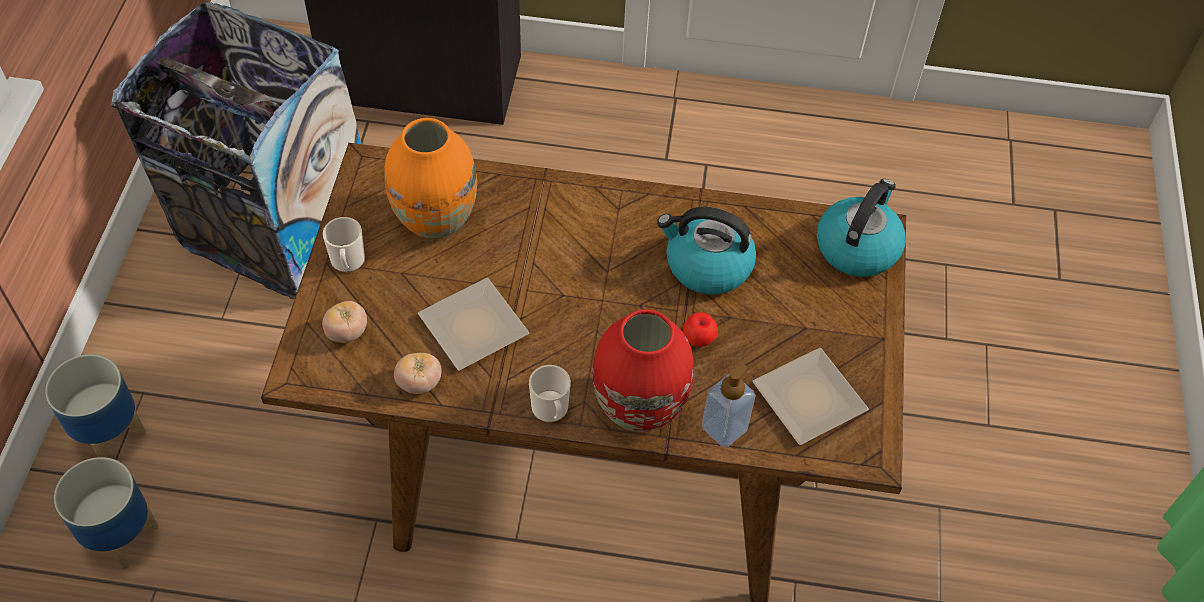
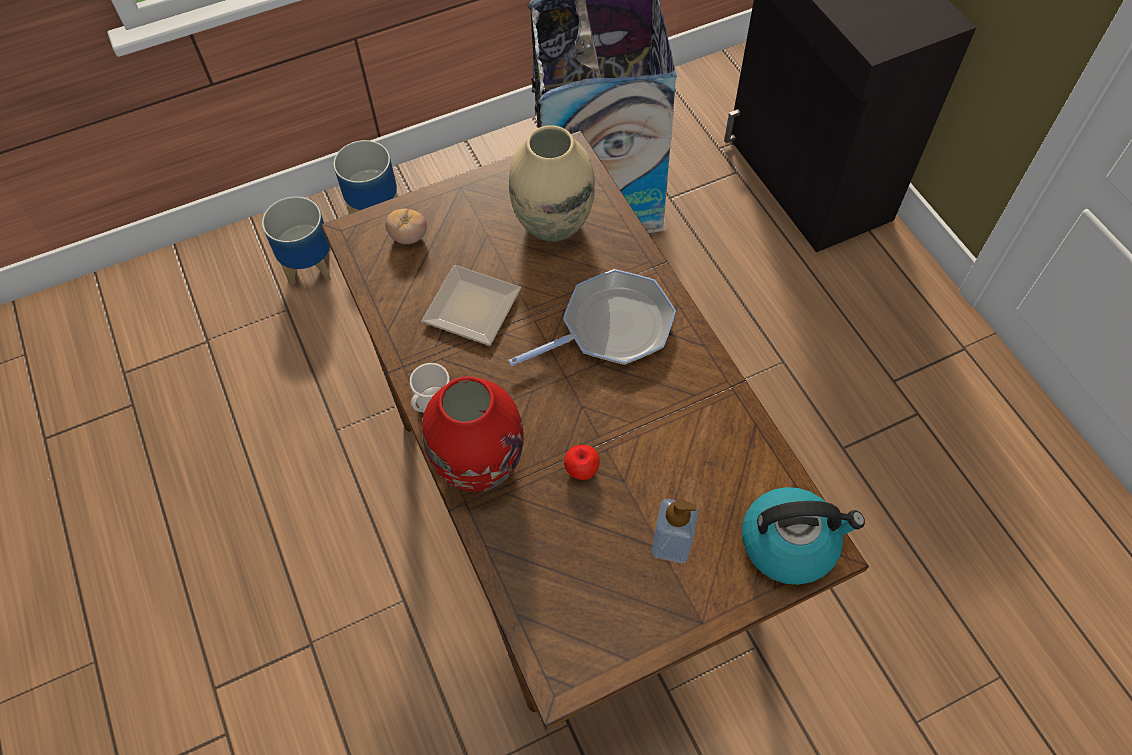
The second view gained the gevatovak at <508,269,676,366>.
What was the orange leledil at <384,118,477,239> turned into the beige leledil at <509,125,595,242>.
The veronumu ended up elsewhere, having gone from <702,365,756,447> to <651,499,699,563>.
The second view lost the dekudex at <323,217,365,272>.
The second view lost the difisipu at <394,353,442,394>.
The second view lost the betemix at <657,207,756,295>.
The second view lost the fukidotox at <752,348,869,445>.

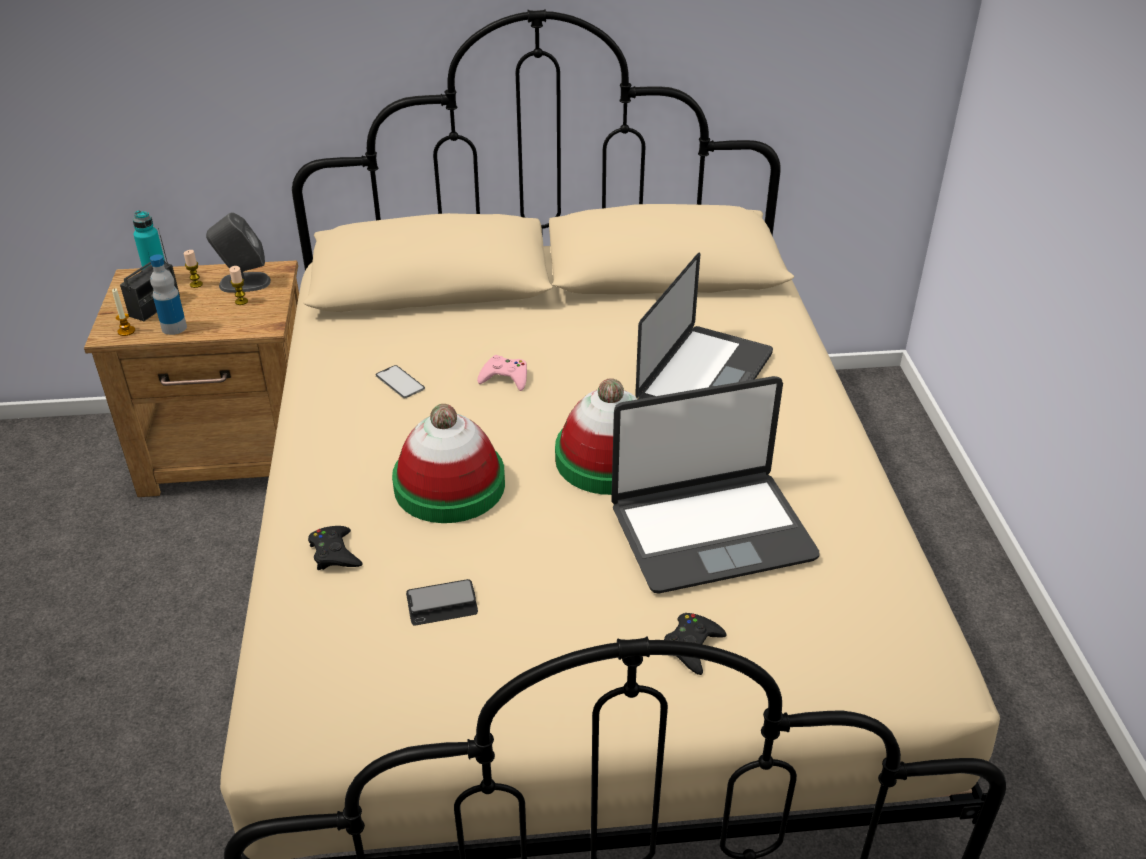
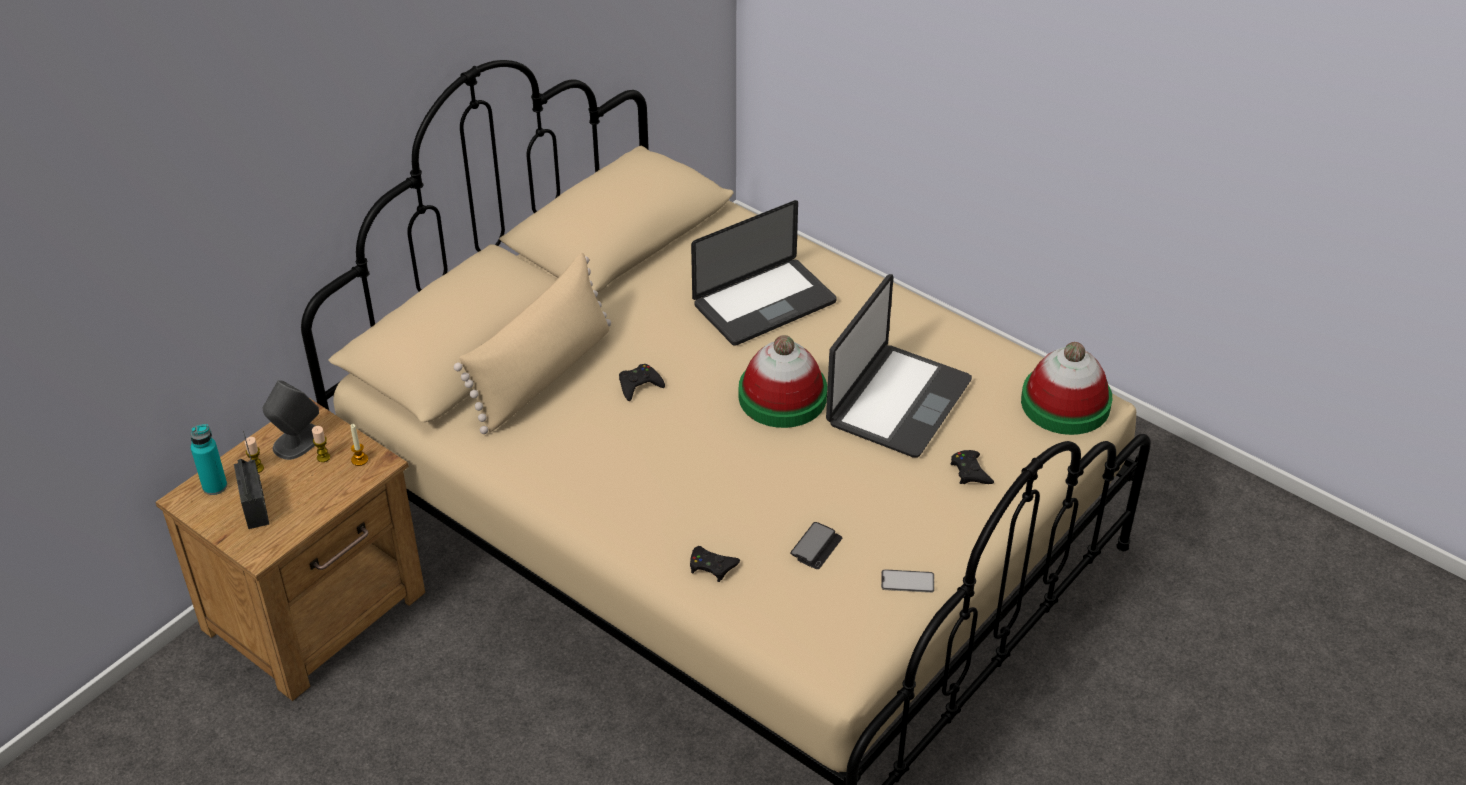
The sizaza ended up elsewhere, having gone from <112,288,135,336> to <350,424,368,466>.
The second view gained the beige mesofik at <454,253,611,434>.
What was the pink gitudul at <477,355,527,391> turned into the black gitudul at <619,364,665,401>.
The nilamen at <635,252,773,399> ended up facing another way, 75 degrees clockwise from before.
The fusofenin ended up elsewhere, having gone from <376,365,425,398> to <881,569,934,593>.
The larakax ended up elsewhere, having gone from <392,404,505,523> to <1021,342,1112,435>.
The second view lost the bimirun at <150,254,187,335>.

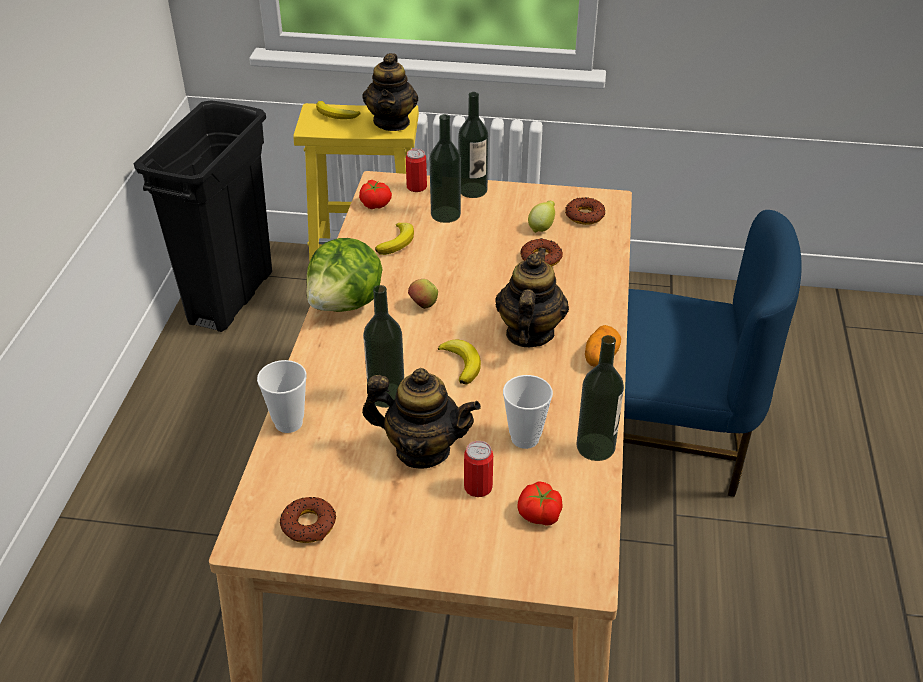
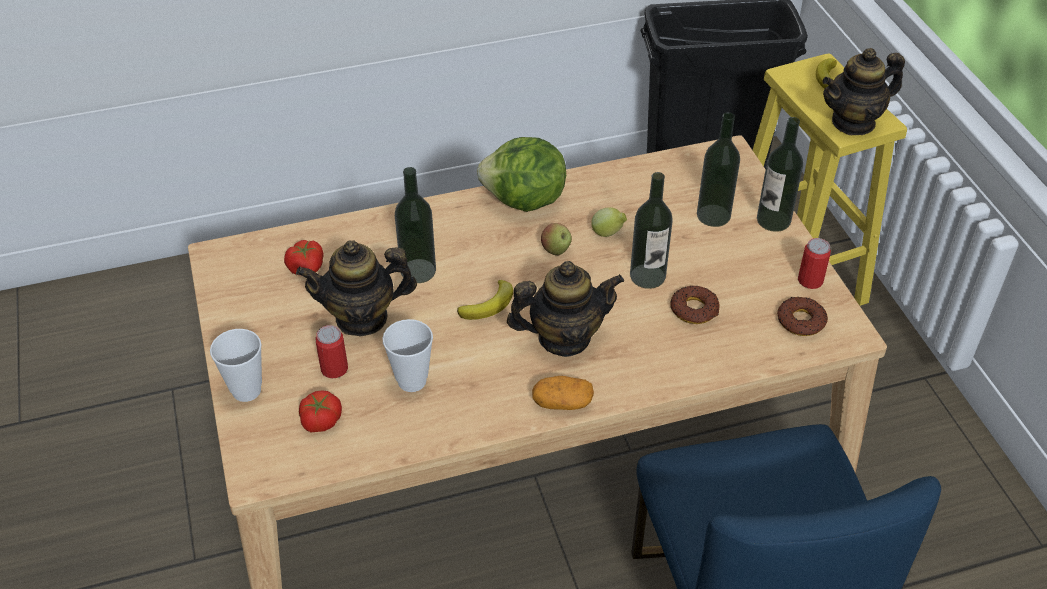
The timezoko ended up elsewhere, having gone from <257,360,307,433> to <210,329,262,402>.
The difisipu ended up elsewhere, having gone from <359,180,392,209> to <284,240,324,274>.
The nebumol at <362,368,481,469> ended up facing another way, 90 degrees clockwise from before.
The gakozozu ended up elsewhere, having gone from <528,201,555,233> to <591,207,627,237>.
The bimirun ended up elsewhere, having gone from <576,335,624,461> to <630,172,673,289>.
The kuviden ended up elsewhere, having gone from <406,149,427,192> to <798,238,831,289>.
The second view lost the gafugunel at <280,497,336,543>.
The second view lost the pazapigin at <375,223,414,255>.

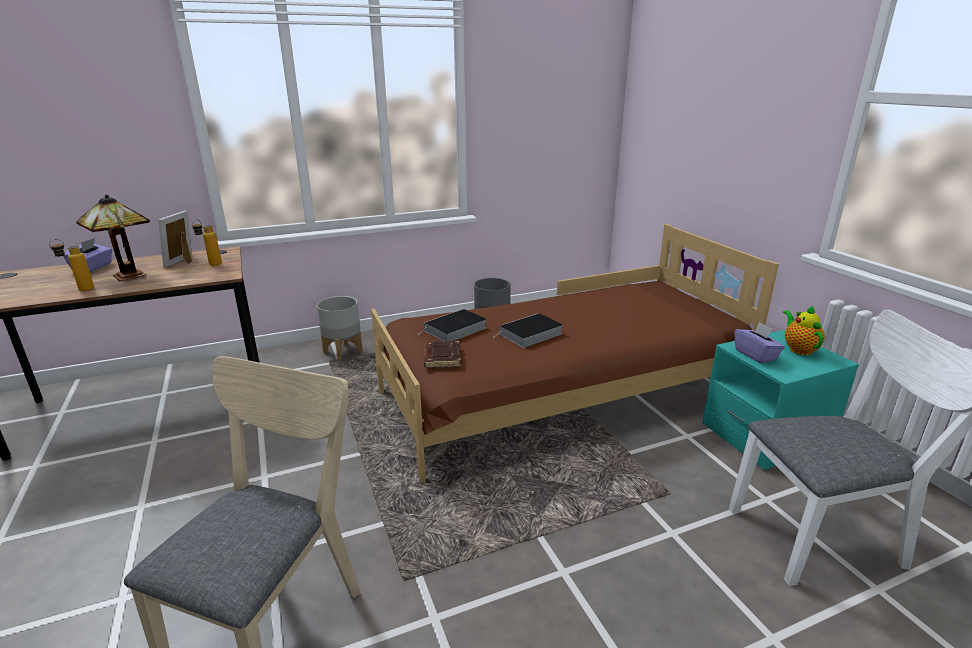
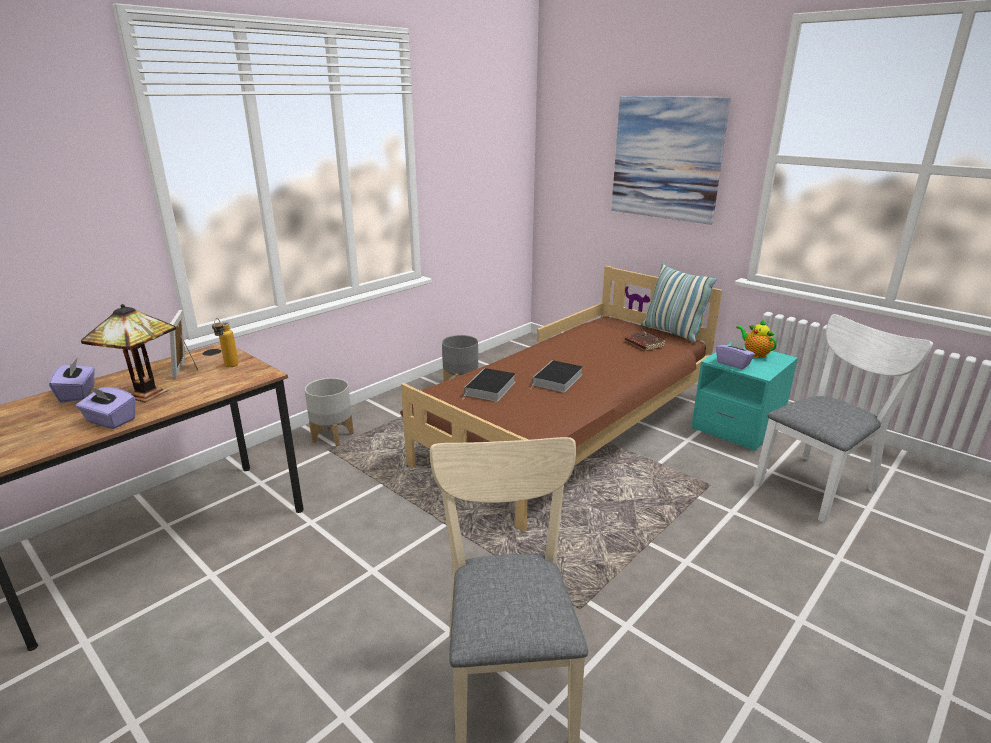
Where the bimirun stood at <49,239,94,291>, the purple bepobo came to stand at <76,386,136,429>.
The second view gained the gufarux at <611,96,731,225>.
The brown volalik ended up elsewhere, having gone from <424,341,462,368> to <625,331,666,351>.
The second view gained the mesofik at <641,264,717,343>.

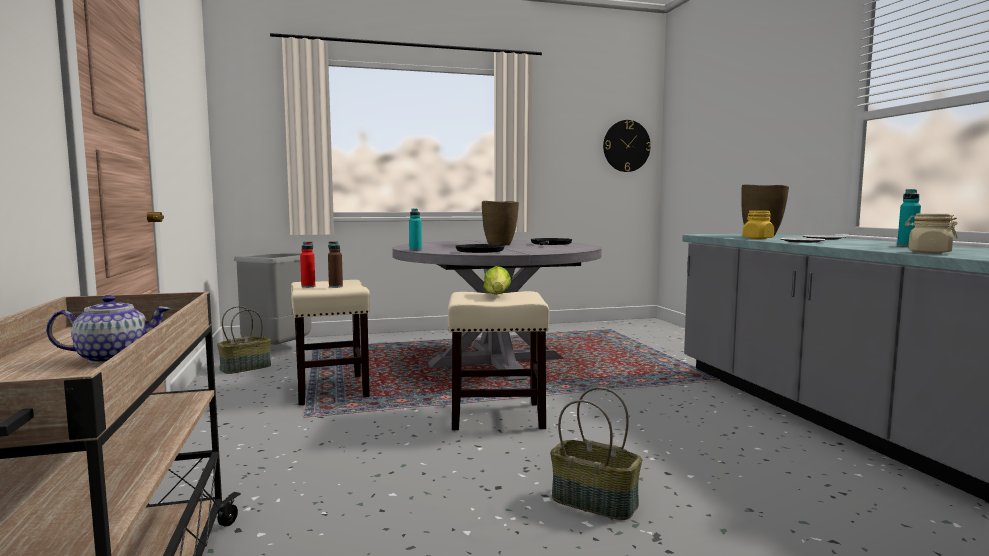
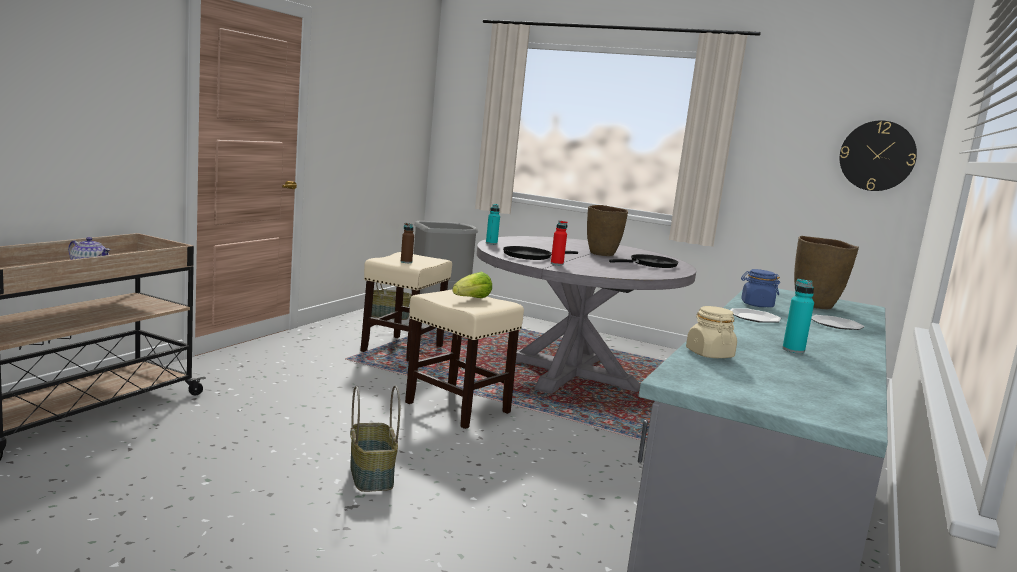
The red bimirun ended up elsewhere, having gone from <300,241,315,288> to <551,221,567,266>.
What was the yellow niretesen at <742,211,774,239> turned into the blue niretesen at <741,269,780,307>.

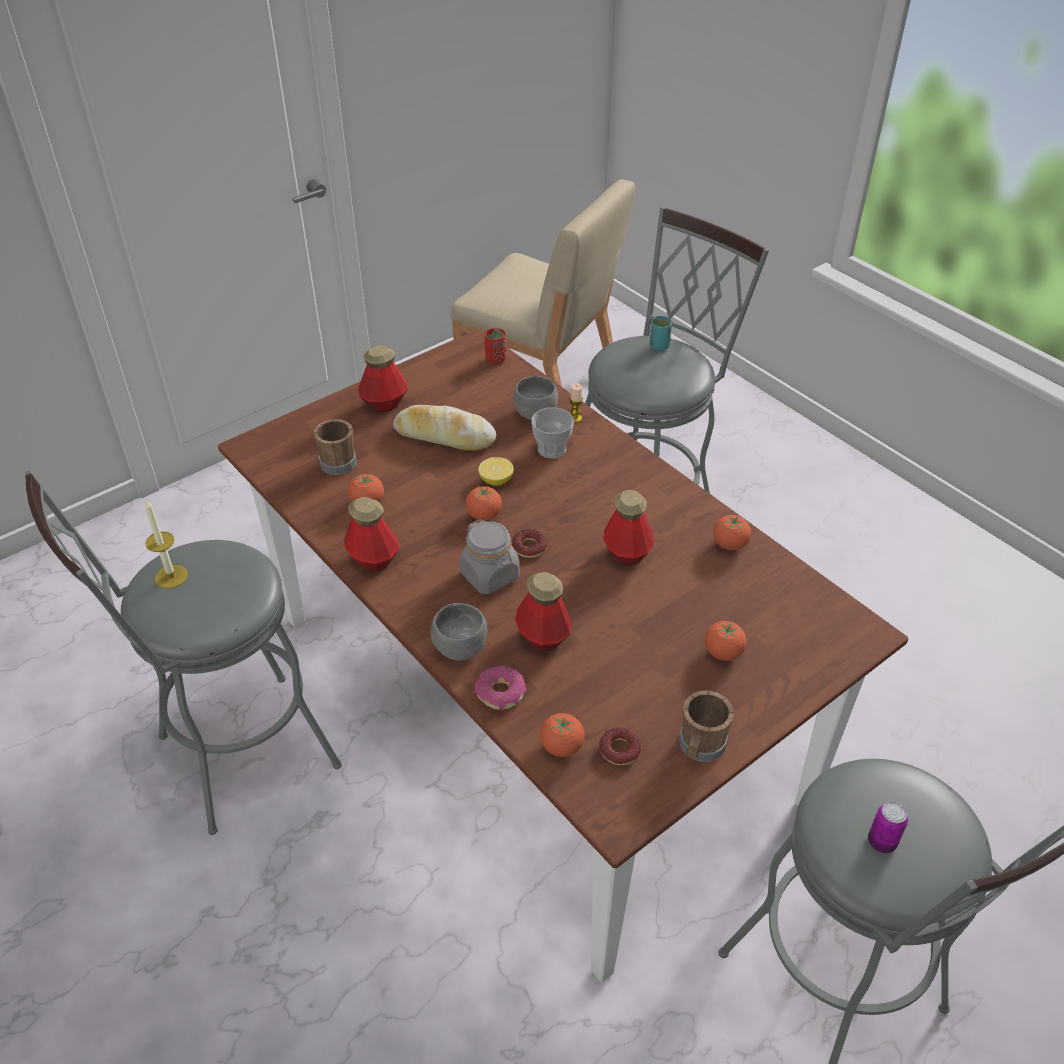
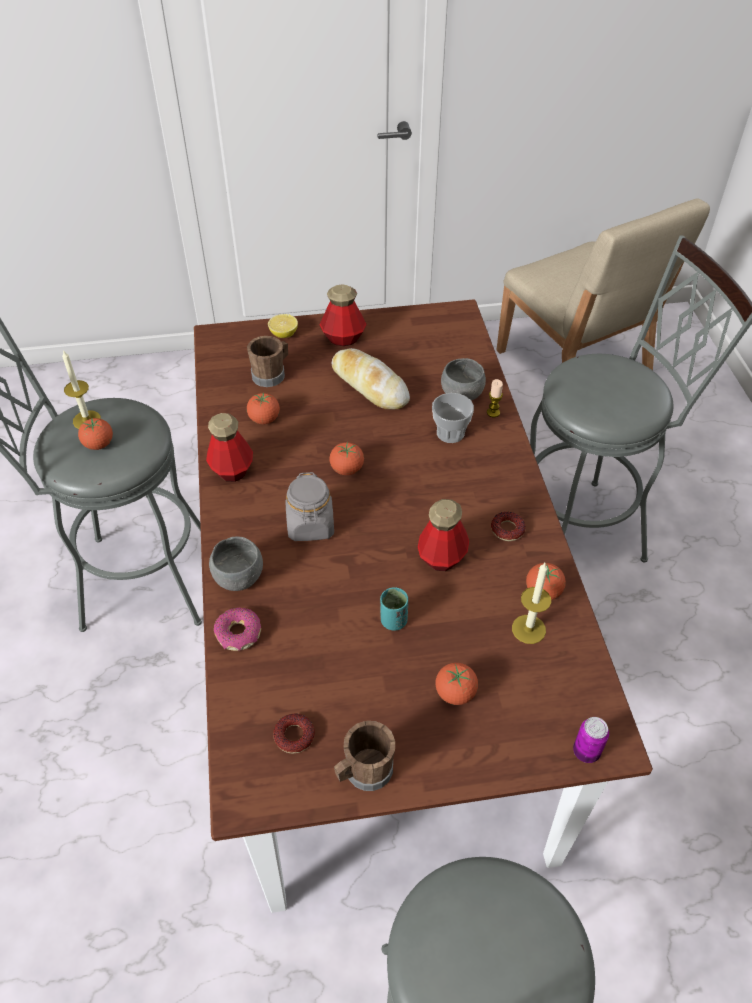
The difisipu ended up elsewhere, having gone from <540,713,584,757> to <78,418,113,450>.
The gakozozu ended up elsewhere, having gone from <478,457,514,486> to <268,314,298,338>.
The turquoise timezoko ended up elsewhere, having gone from <650,316,672,351> to <380,588,408,631>.
The gafugunel ended up elsewhere, having gone from <512,529,547,558> to <491,512,526,541>.
The second view gained the sizaza at <512,563,551,644>.
The kuviden ended up elsewhere, having gone from <868,801,908,853> to <573,717,609,763>.
The second view lost the red timezoko at <484,328,507,364>.
The second view lost the bimirun at <515,572,572,651>.

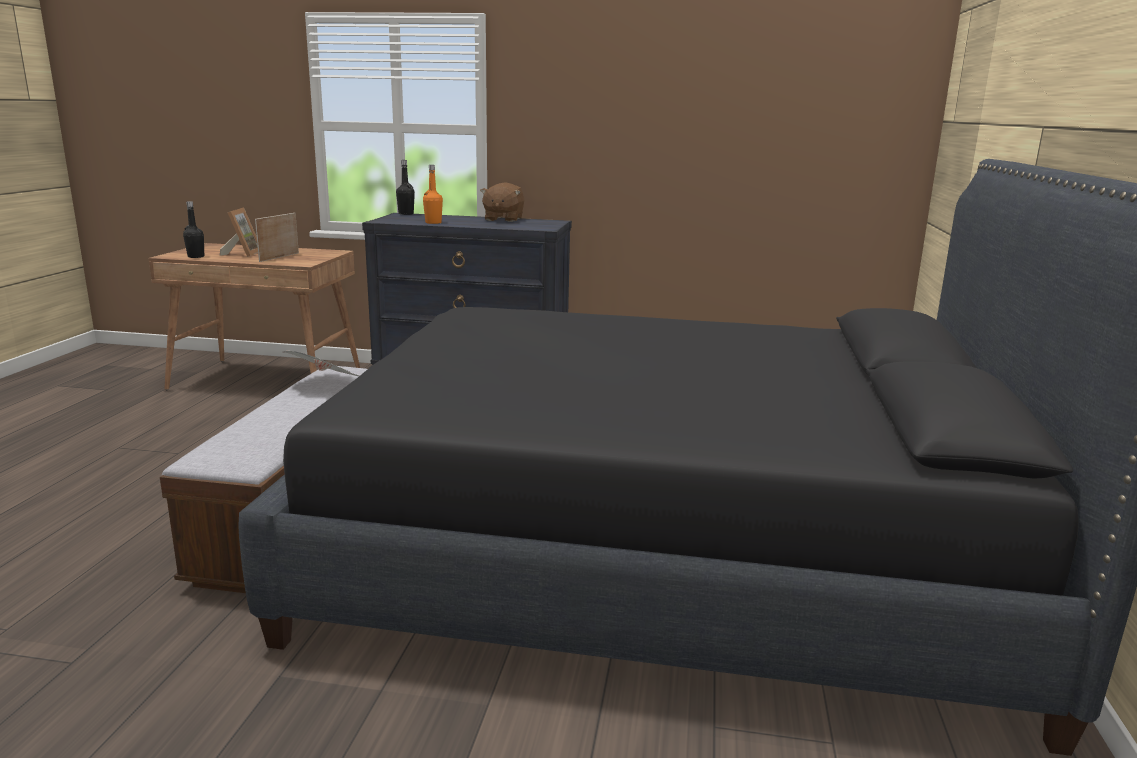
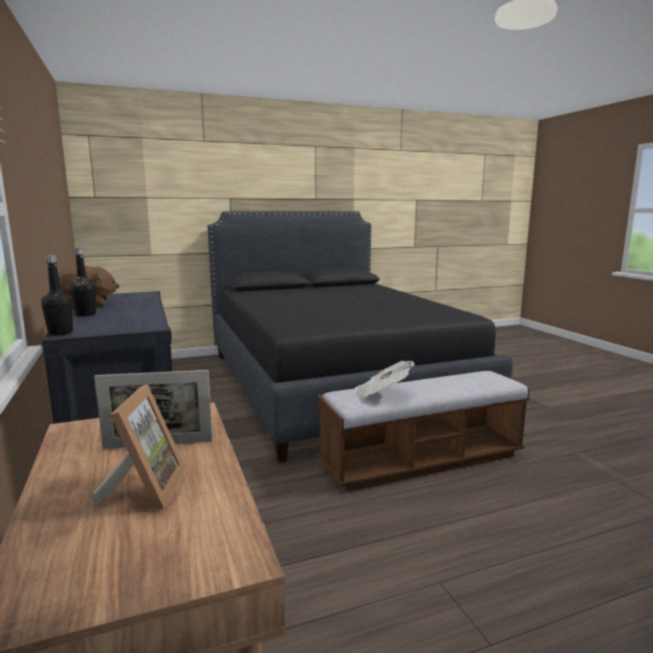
The black bimirun ended up elsewhere, having gone from <183,201,204,258> to <70,248,96,316>.
The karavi at <220,207,258,257> ended up facing another way, 120 degrees clockwise from before.
The second view lost the orange bimirun at <423,165,443,224>.

